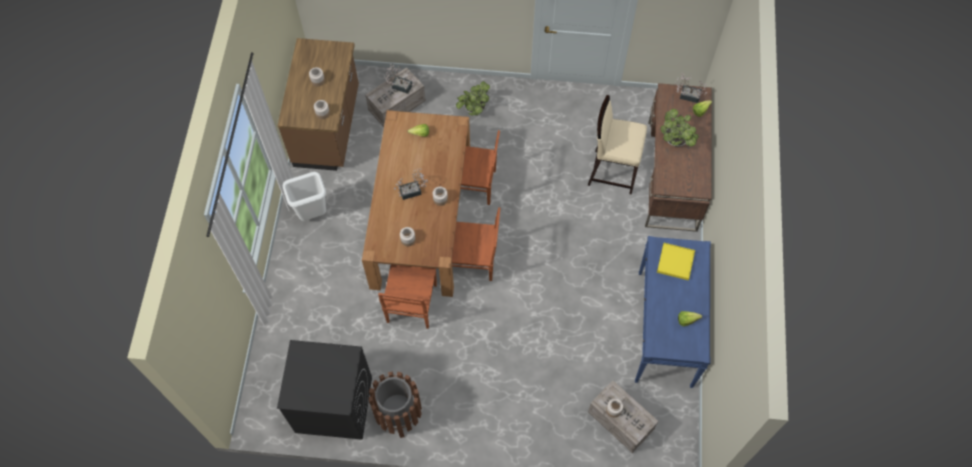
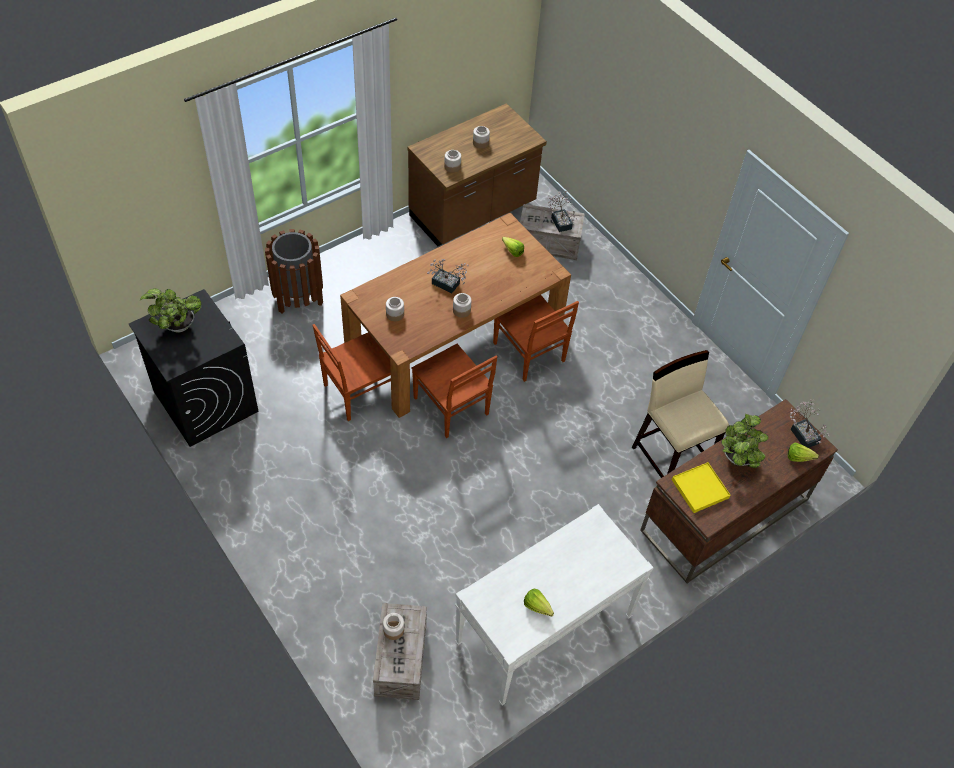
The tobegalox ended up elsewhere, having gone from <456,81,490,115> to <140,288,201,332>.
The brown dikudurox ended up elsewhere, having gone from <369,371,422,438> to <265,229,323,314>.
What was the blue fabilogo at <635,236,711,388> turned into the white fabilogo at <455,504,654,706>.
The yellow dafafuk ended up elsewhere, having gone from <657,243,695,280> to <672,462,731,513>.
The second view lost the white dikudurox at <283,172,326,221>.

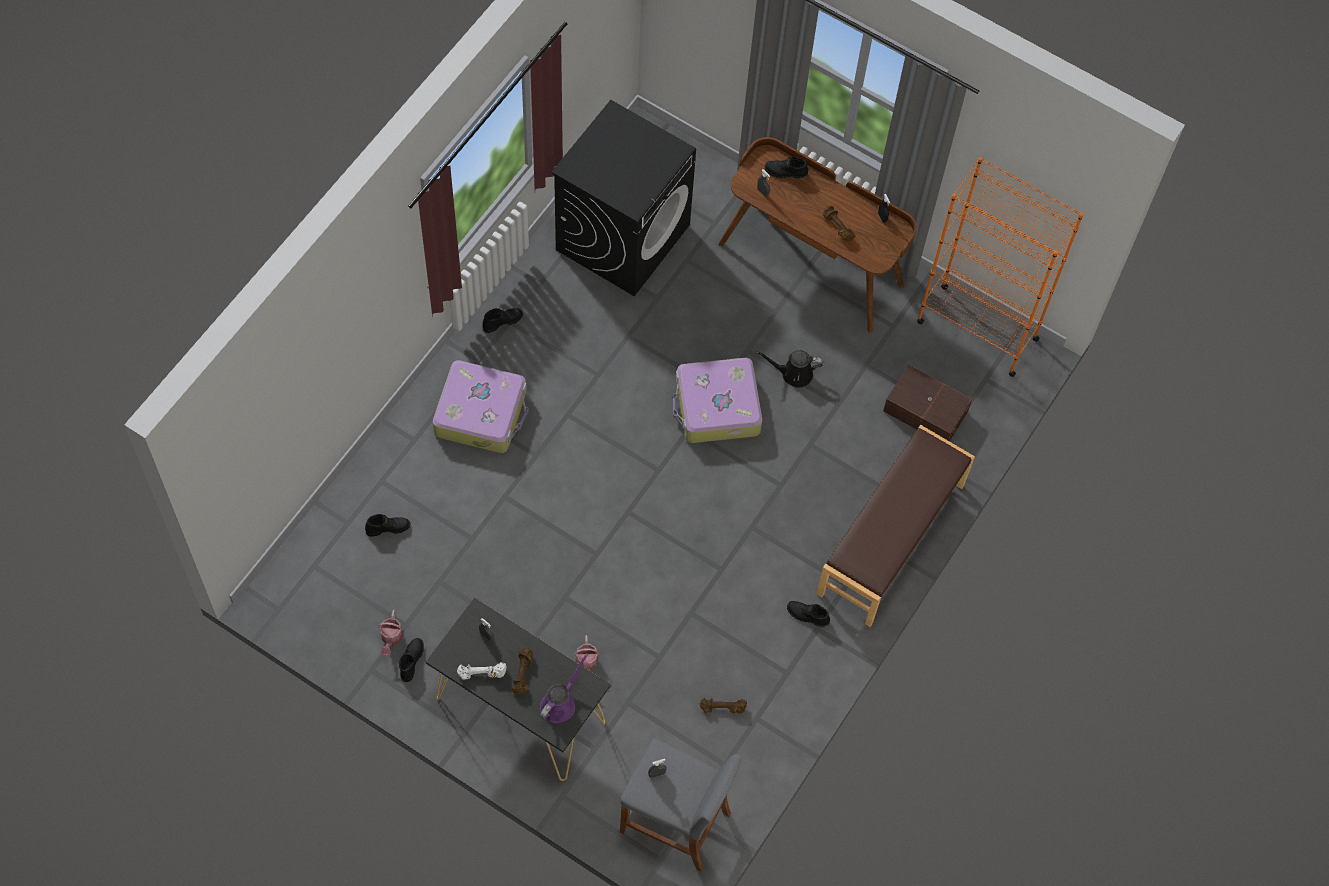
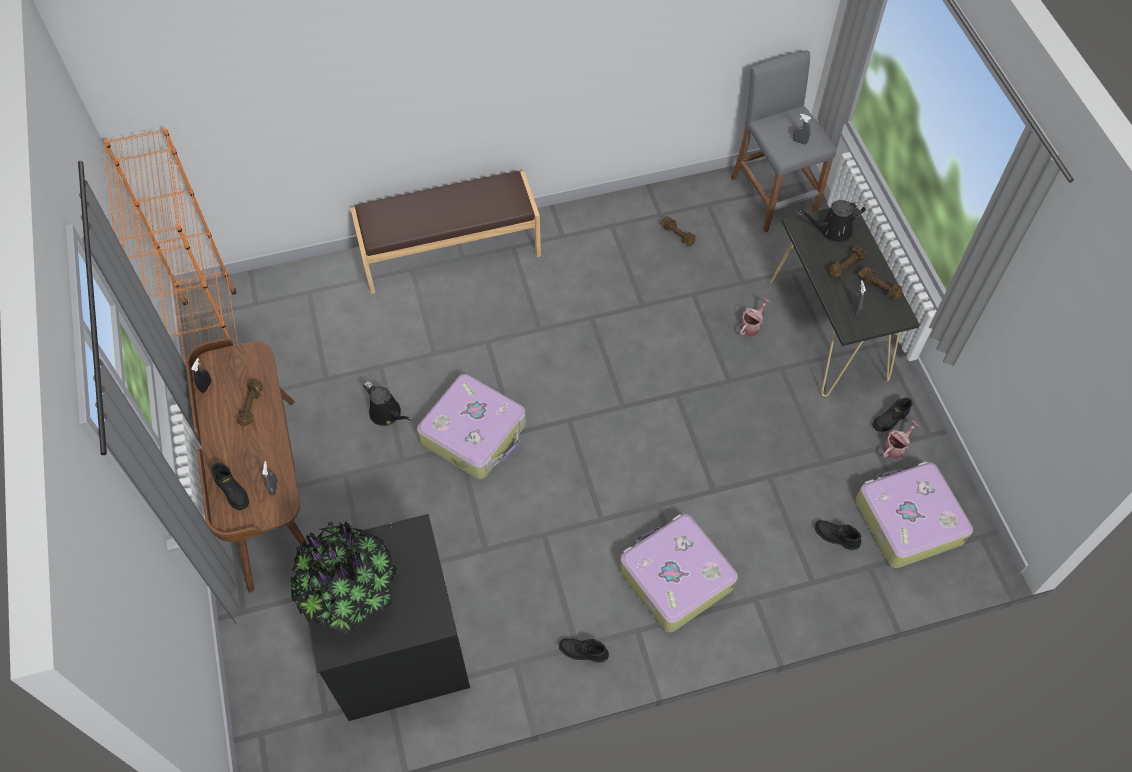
The second view gained the tobegalox at <291,521,397,634>.
What was the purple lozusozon at <540,653,589,723> turned into the black lozusozon at <799,200,866,242>.
The second view gained the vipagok at <855,461,973,568>.
What was the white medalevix at <457,662,507,680> turned into the brown medalevix at <858,267,903,300>.
The second view lost the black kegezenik at <787,601,830,627>.
The second view lost the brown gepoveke at <883,365,972,442>.

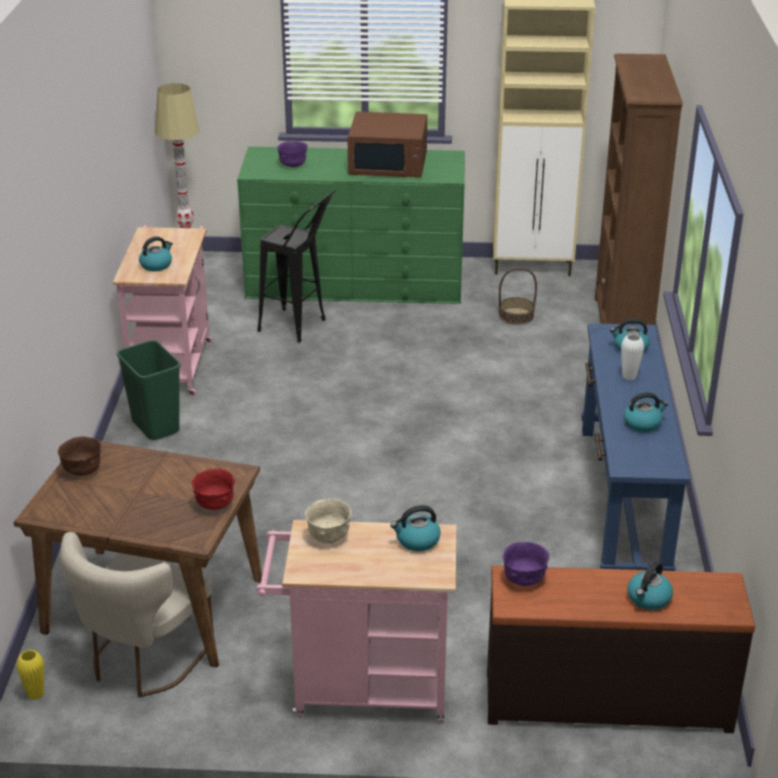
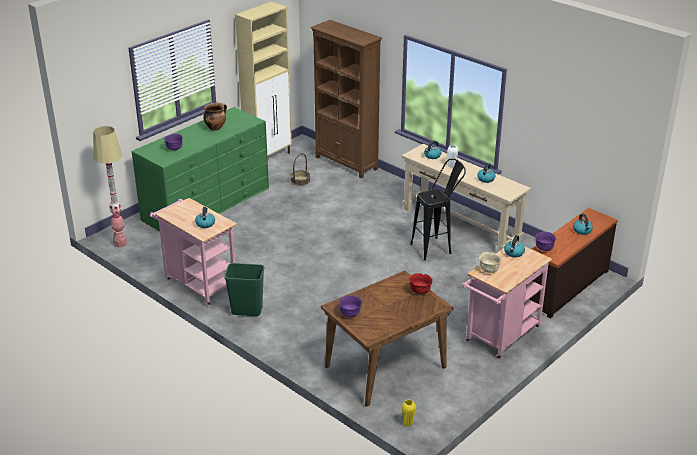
Where the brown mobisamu stood at <347,112,427,178>, the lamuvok came to stand at <203,103,227,131>.
What was the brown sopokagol at <58,436,101,476> turned into the purple sopokagol at <339,295,362,317>.
What was the blue fabilogo at <581,323,690,571> turned into the beige fabilogo at <402,144,531,252>.
The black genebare ended up elsewhere, having gone from <257,189,336,343> to <410,158,466,260>.
The second view lost the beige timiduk at <60,532,214,697>.

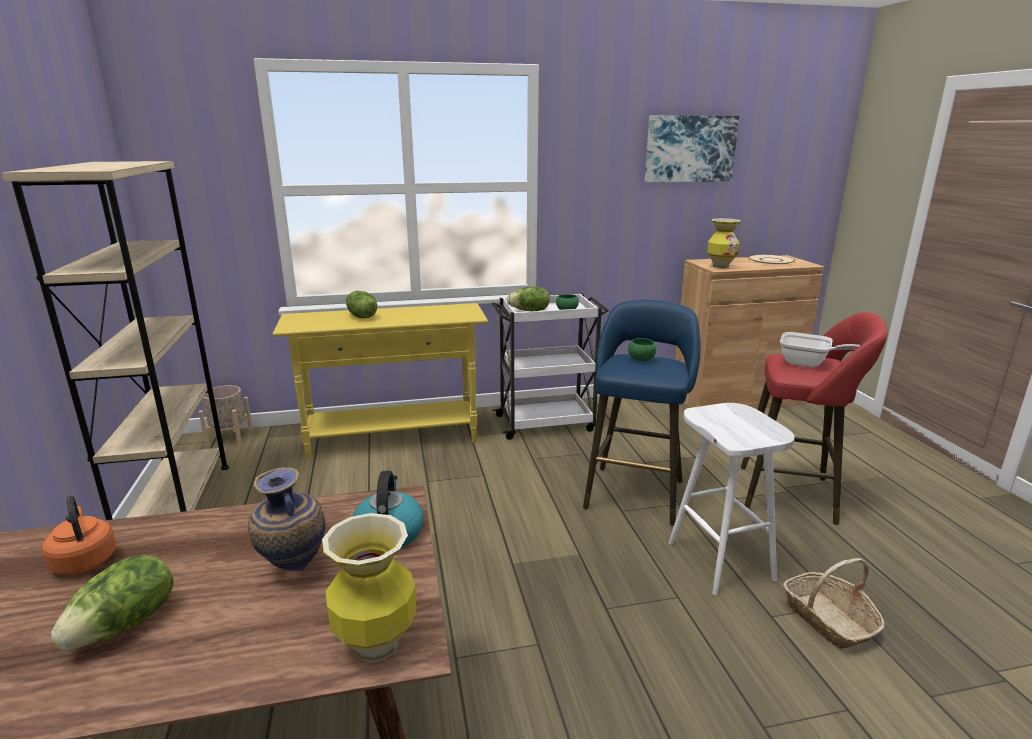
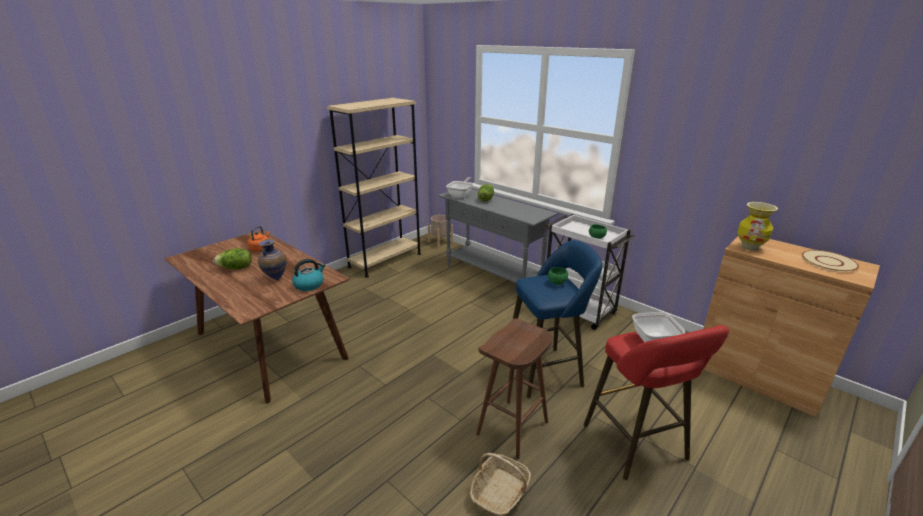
What was the yellow fabilogo at <272,303,488,460> turned into the grey fabilogo at <438,189,557,283>.
The second view gained the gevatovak at <446,177,473,198>.
What was the white genebare at <669,403,795,595> turned into the brown genebare at <476,318,552,459>.
The second view lost the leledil at <322,513,417,662>.
The second view lost the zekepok at <507,286,550,311>.
The second view lost the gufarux at <645,115,739,183>.

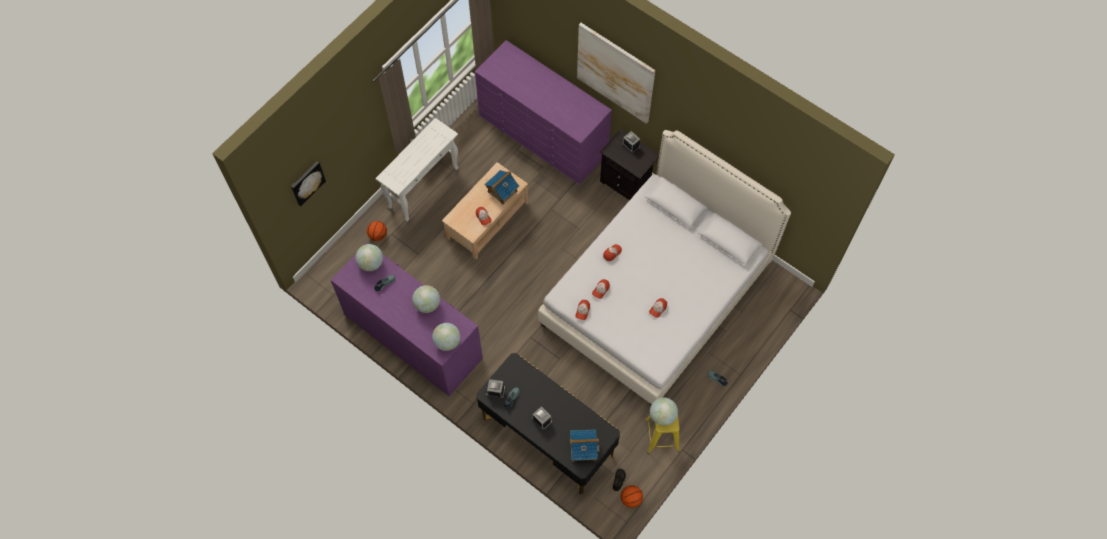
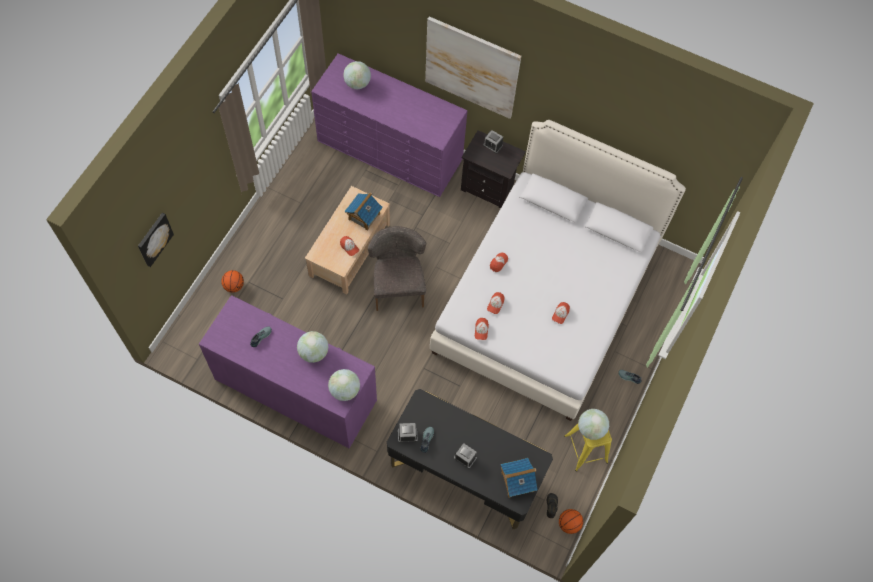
The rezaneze ended up elsewhere, having gone from <356,244,383,271> to <343,61,371,89>.
The second view gained the grey timiduk at <368,226,426,311>.
The second view lost the white fabilogo at <376,118,459,221>.

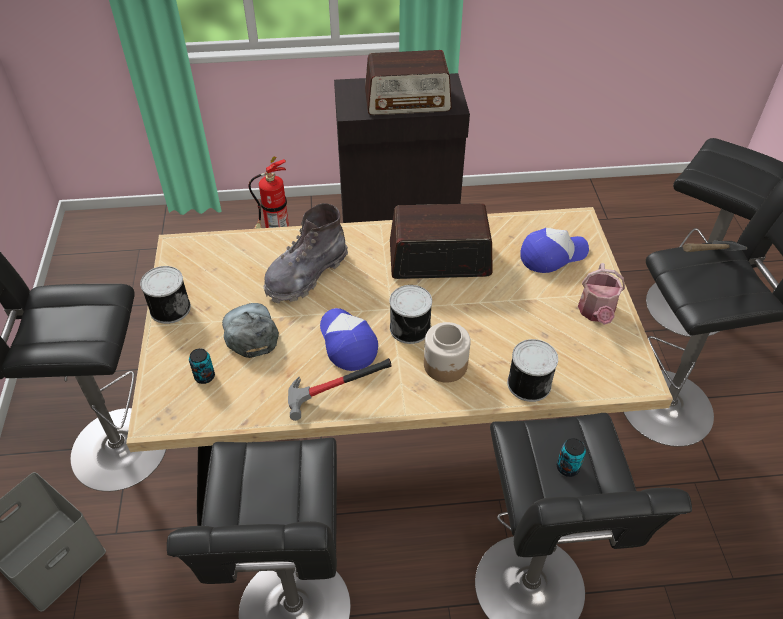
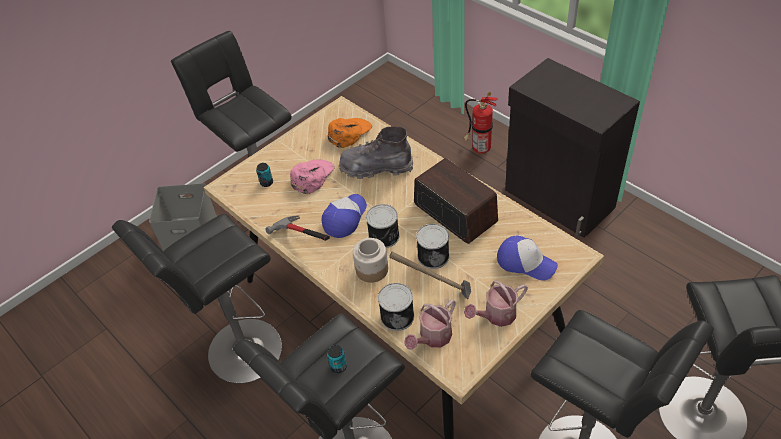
What was the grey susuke at <222,303,279,358> turned into the pink susuke at <290,159,335,194>.
The second view gained the orange susuke at <328,118,372,148>.
The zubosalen ended up elsewhere, having gone from <683,240,748,252> to <389,252,471,299>.
The second view gained the lozusozon at <404,300,456,350>.
The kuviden ended up elsewhere, having gone from <140,266,191,324> to <416,224,449,269>.
The second view lost the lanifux at <365,50,452,115>.

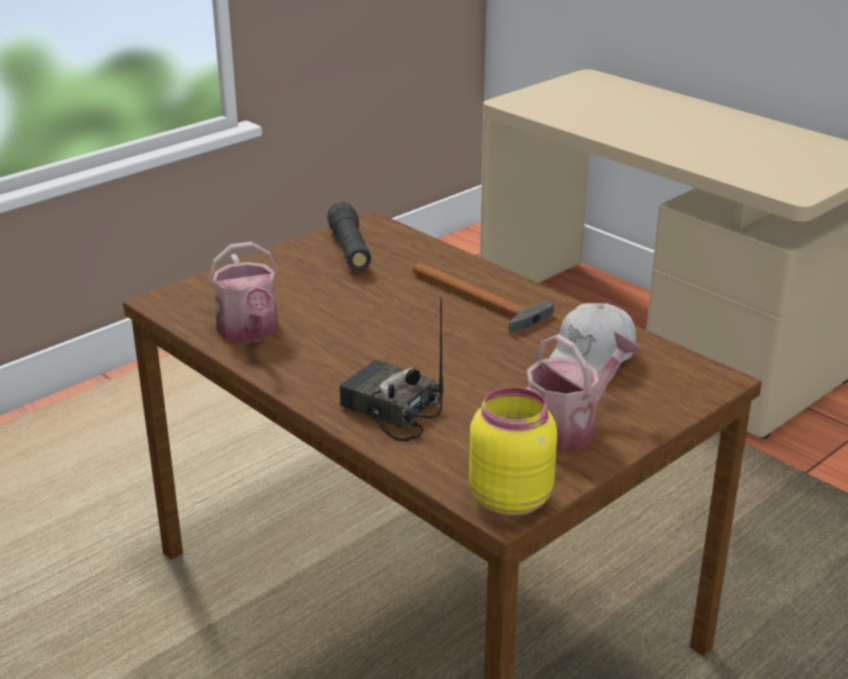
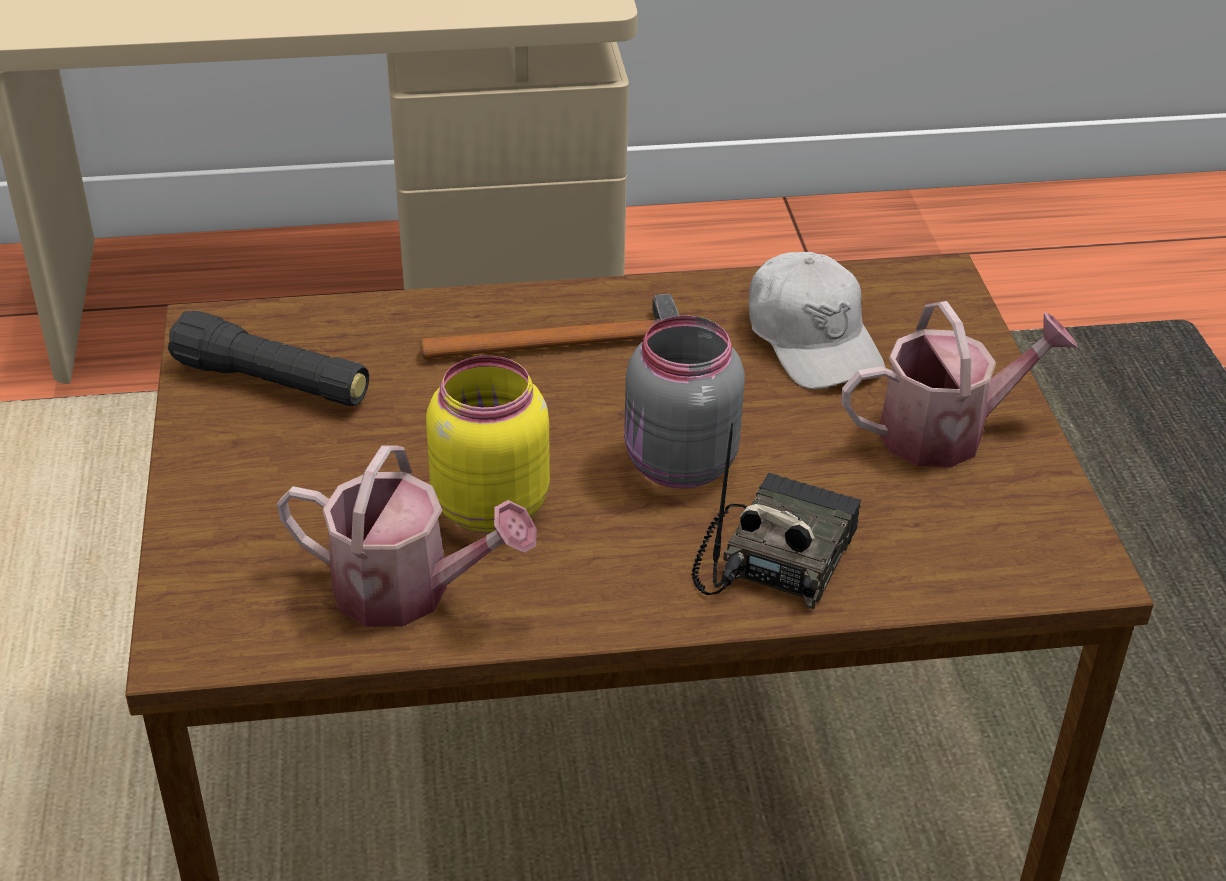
The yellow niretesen ended up elsewhere, having gone from <469,387,557,516> to <426,355,550,533>.
The second view gained the grey niretesen at <624,315,745,489>.
The lanifux at <340,297,443,442> ended up facing another way, 135 degrees clockwise from before.
The lozusozon at <525,332,641,452> ended up facing another way, 75 degrees clockwise from before.

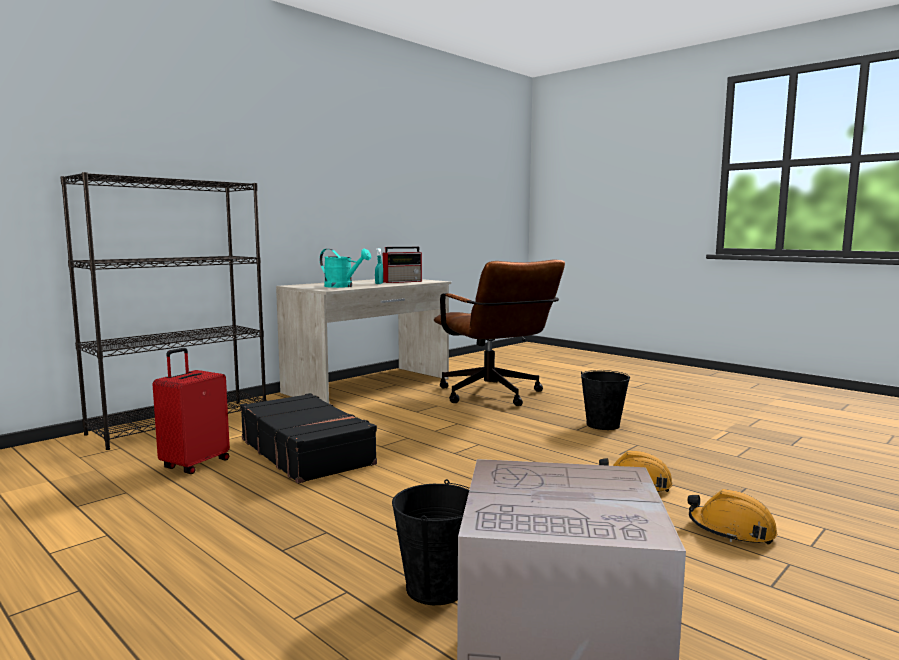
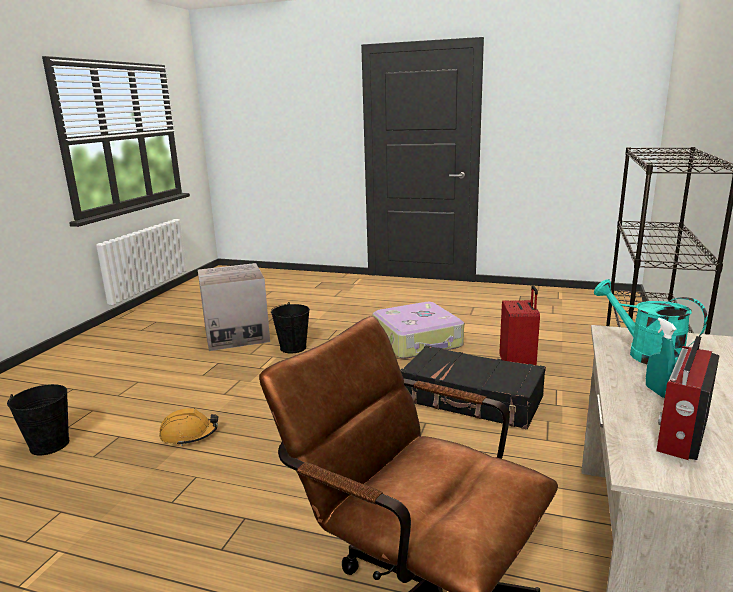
The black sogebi ended up elsewhere, having gone from <581,370,630,430> to <7,384,69,455>.
The second view gained the vipagok at <373,302,464,359>.
The turquoise lozusozon at <320,249,371,288> ended up facing another way, 45 degrees clockwise from before.
The second view lost the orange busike at <687,489,777,545>.

